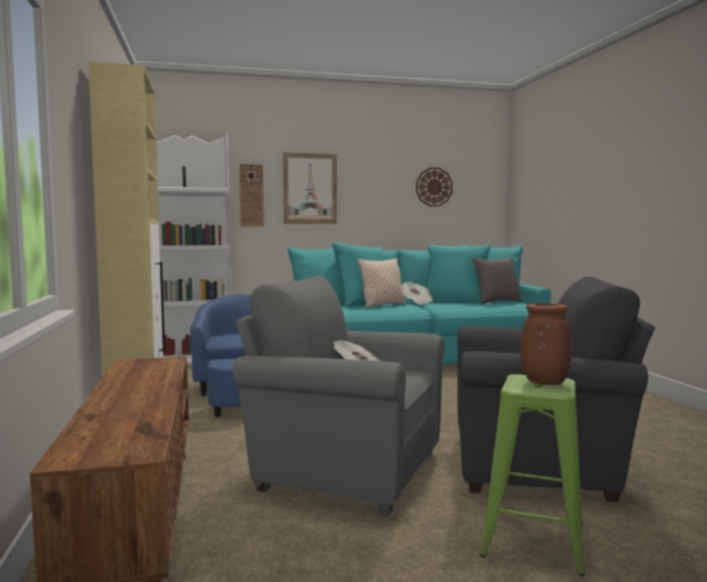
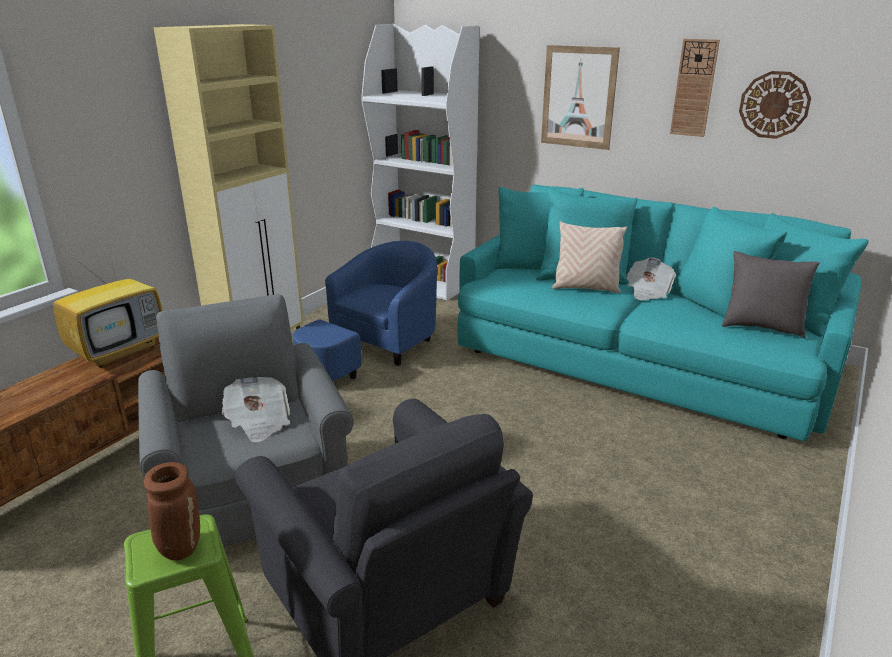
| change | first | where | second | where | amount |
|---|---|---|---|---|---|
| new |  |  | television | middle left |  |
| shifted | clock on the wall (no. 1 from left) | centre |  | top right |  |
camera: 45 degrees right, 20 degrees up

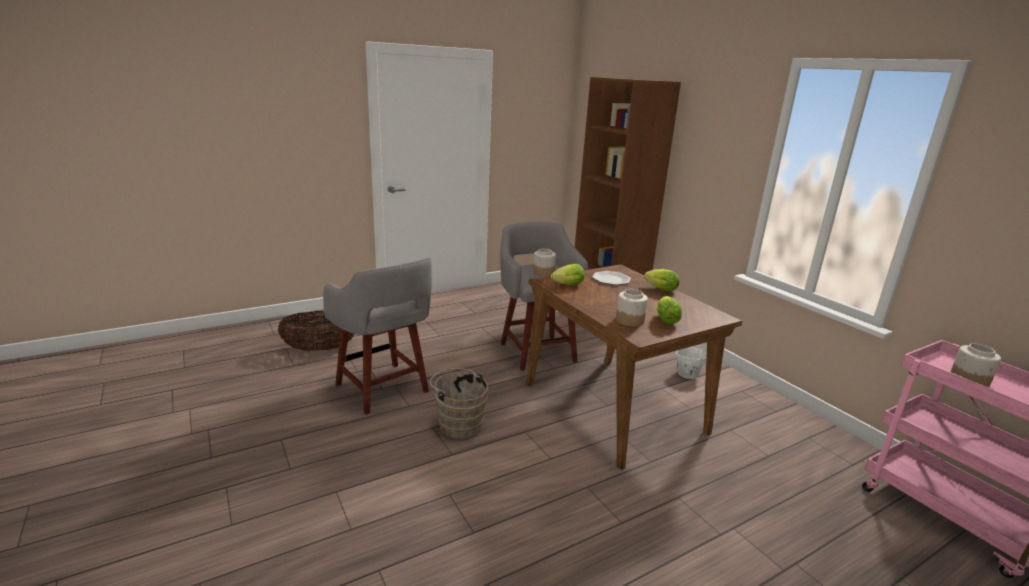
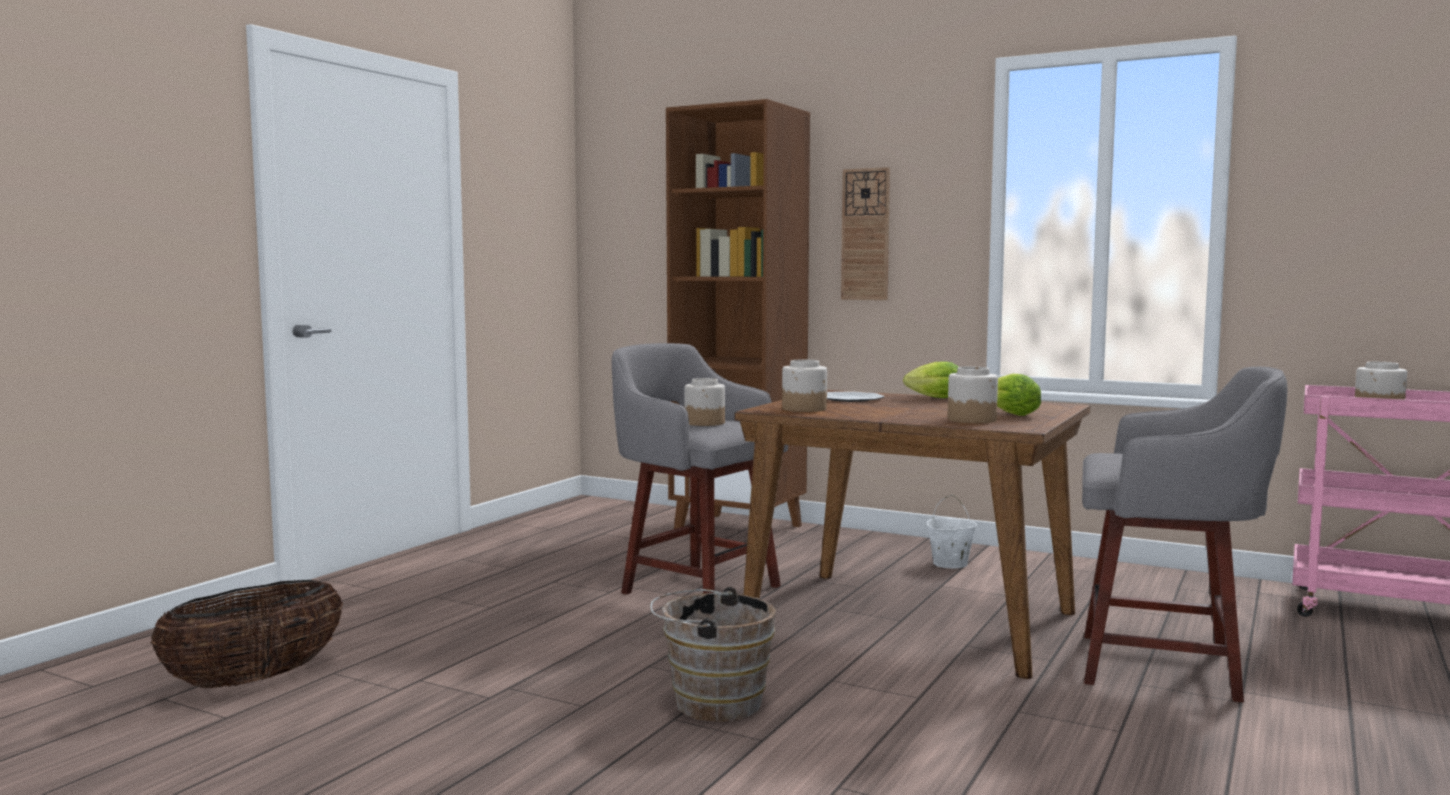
| change | first | where | second | where | amount |
|---|---|---|---|---|---|
| swapped | lettuce (no. 1 from left) | centre | jar (no. 2 from left) | centre |  |
| new |  |  | clock on the wall | top centre |  |
| shifted | greyish stool (no. 1 from left in the first image) | centre | greyish stool (no. 2 from left) | bottom right |  |
camera: 30 degrees left, 15 degrees down

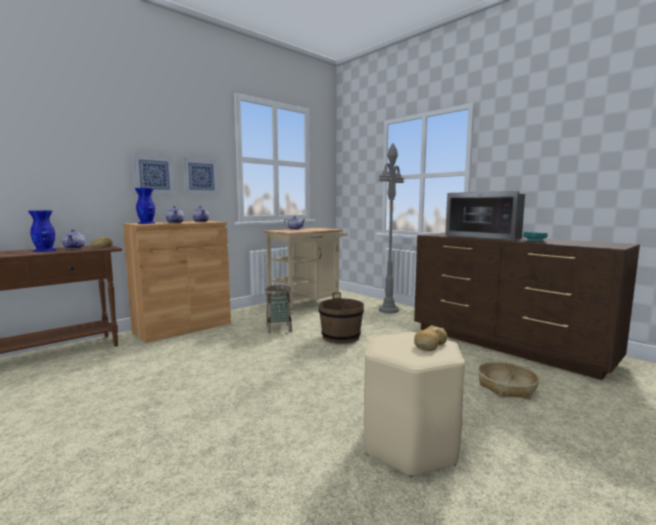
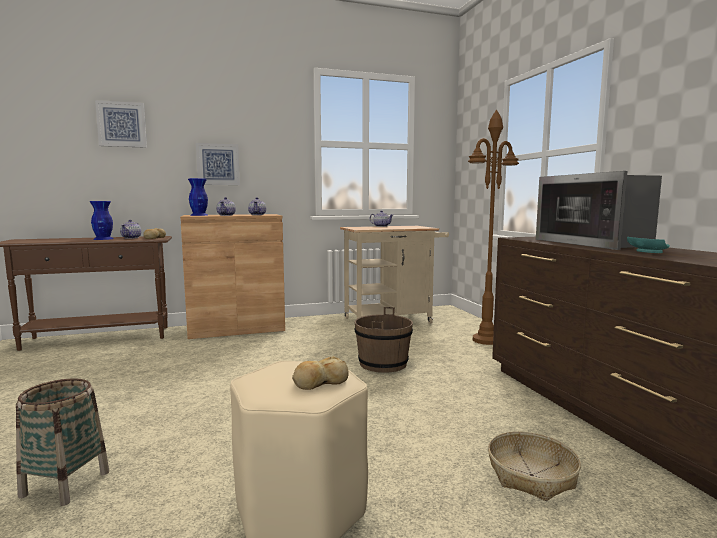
| change | first | where | second | where | amount |
|---|---|---|---|---|---|
| shifted | basket (no. 1 from left) | centre |  | bottom left |  |
| shifted | wall picture (no. 2 from left in the first image) | middle left | wall picture (no. 1 from left) | top left |  |
| repainted | greyish standing lamp | centre | brownish standing lamp | middle right |  |
camera: 25 degrees right, 0 degrees up

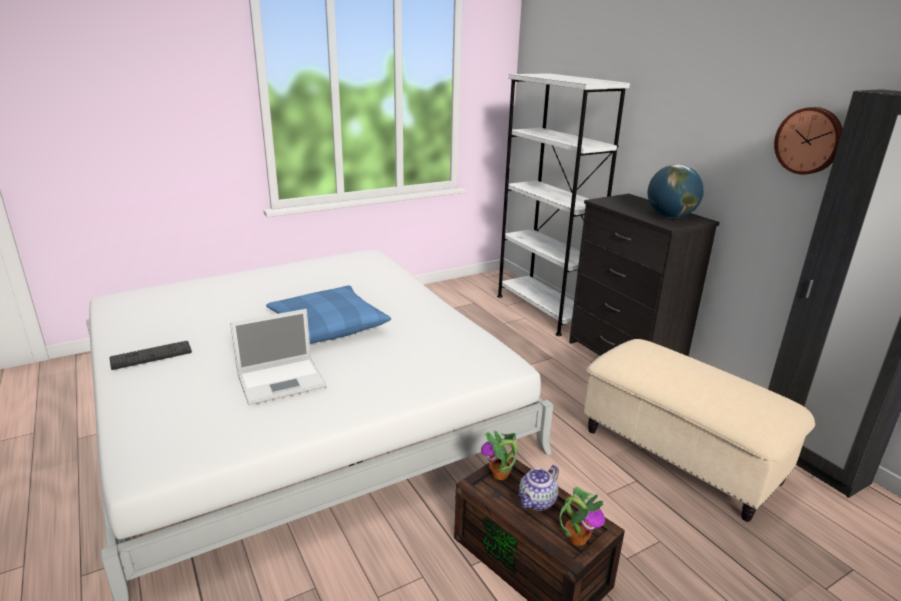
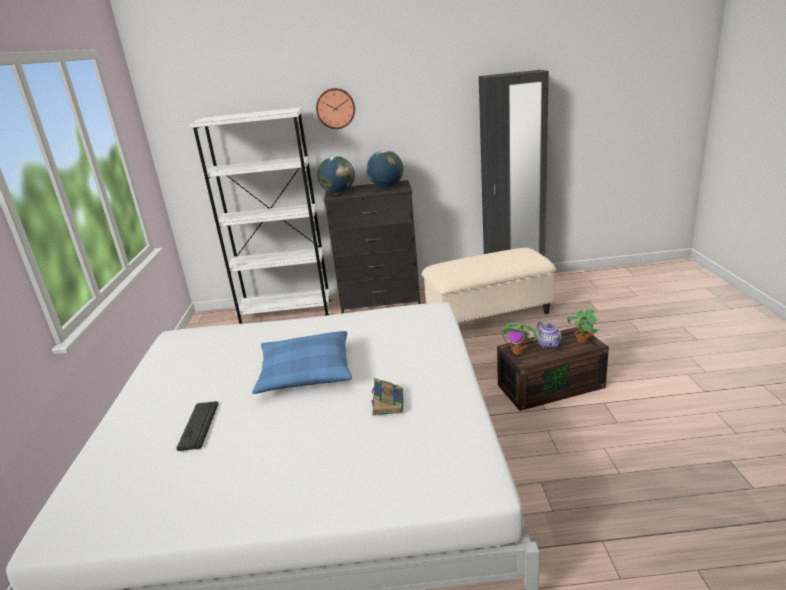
| change | first | where | second | where | amount |
|---|---|---|---|---|---|
| shifted | PC keyboard | middle left |  | bottom left |  |
| shifted | clock on the wall | top right |  | top centre |  |
| new |  |  | globe (no. 1 from left) | top centre |  |
| swapped | portable computer | middle left | bound book | bottom centre |  |
camera: 60 degrees left, 0 degrees up

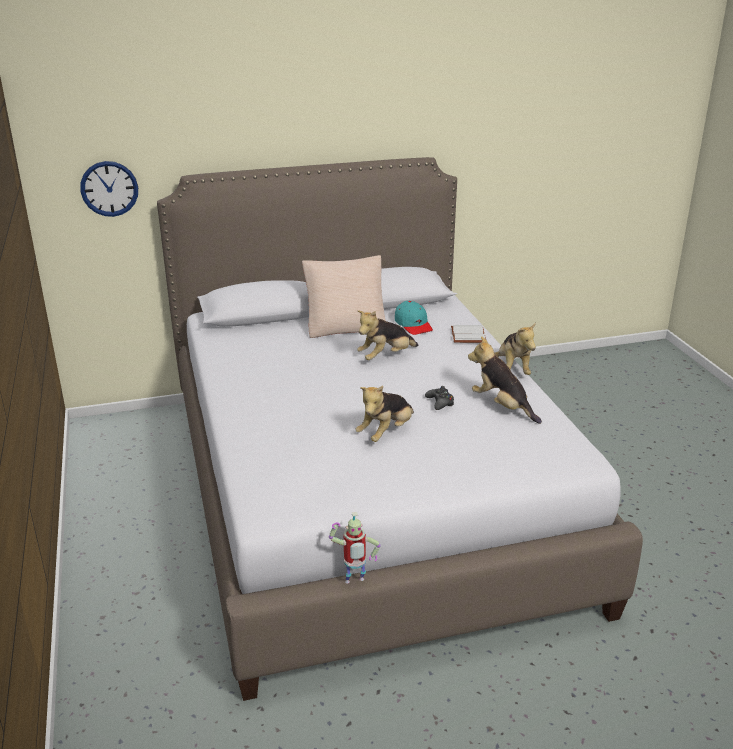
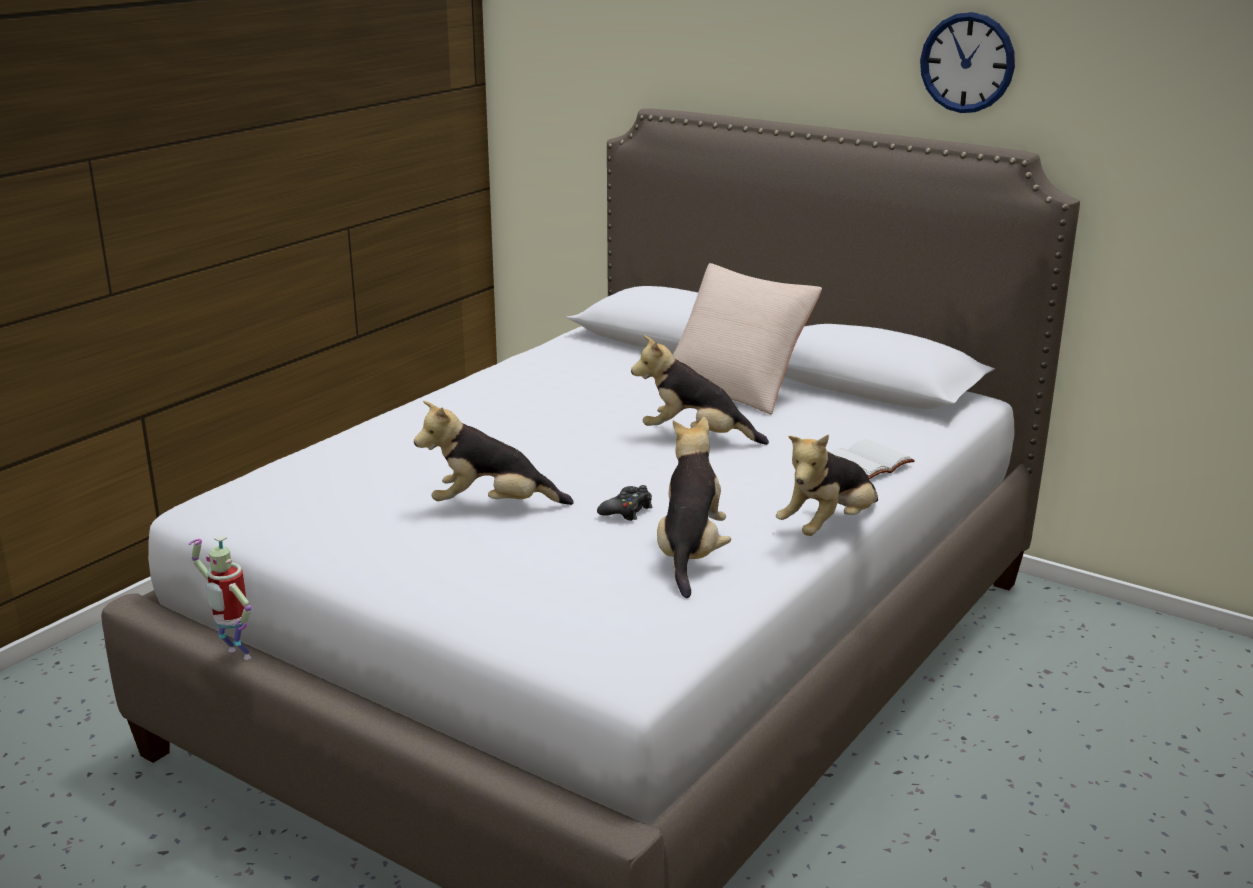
| change | first | where | second | where | amount |
|---|---|---|---|---|---|
| shifted | clock on the wall | top left |  | top right |  |
| gone | turquoise baseball cap | centre |  |  |  |
camera: 50 degrees right, 5 degrees down

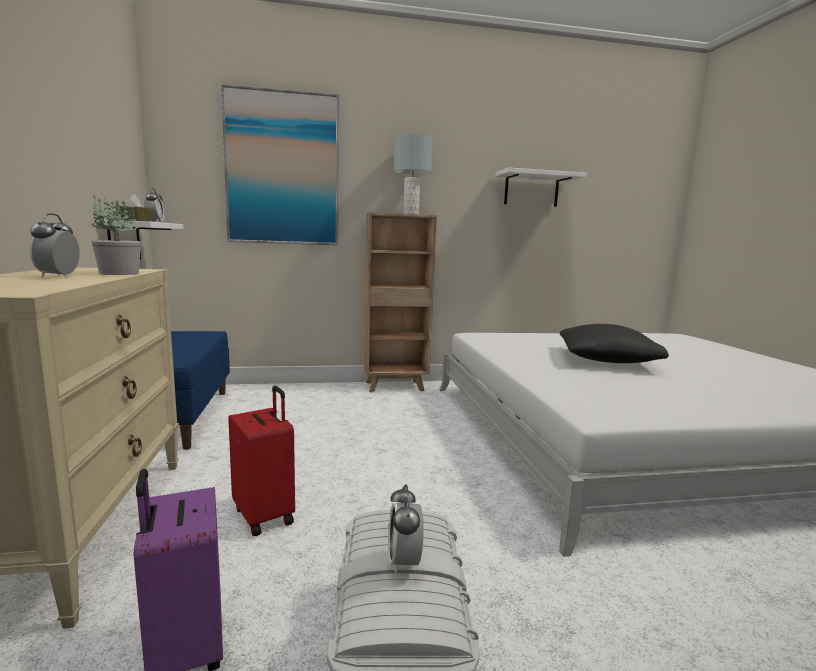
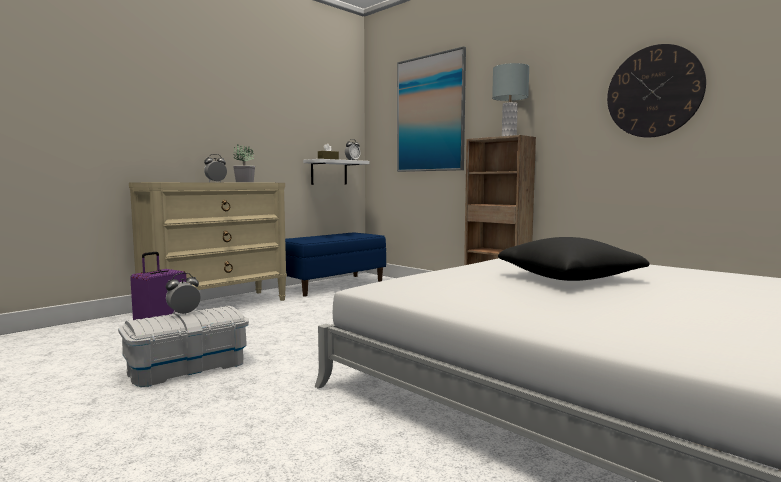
| change | first | where | second | where | amount |
|---|---|---|---|---|---|
| swapped | white-coloured bracket shelf (no. 2 from left) | top centre | clock on the wall | top right |  |
| gone | red-coloured piece of luggage | bottom left |  |  |  |
camera: 55 degrees right, 5 degrees down

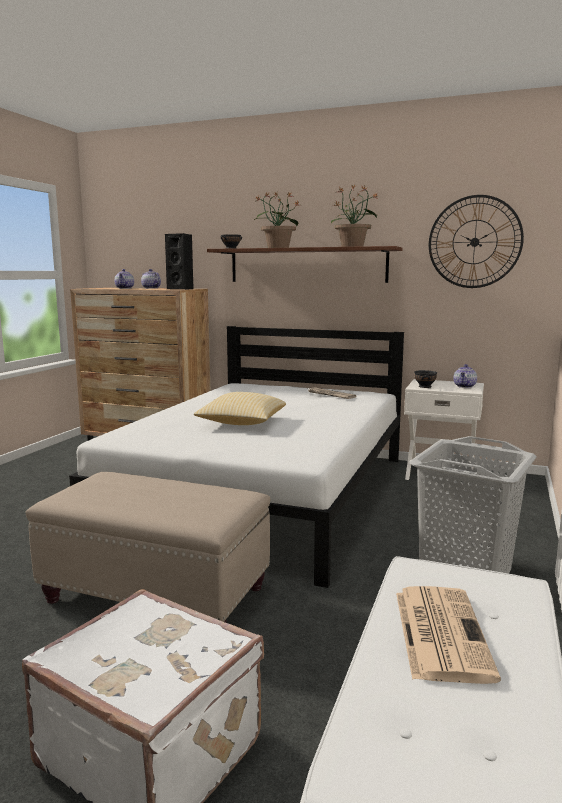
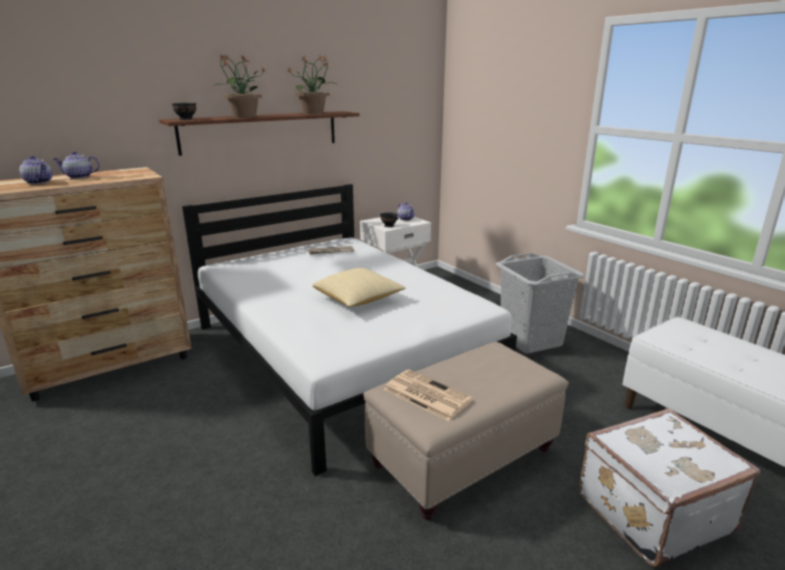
| change | first | where | second | where | amount |
|---|---|---|---|---|---|
| shifted | daily paper (no. 2 from left) | bottom right |  | bottom centre |  |
| gone | black speaker | top left |  |  |  |
| gone | clock on the wall | top right |  |  |  |
camera: 55 degrees left, 10 degrees up

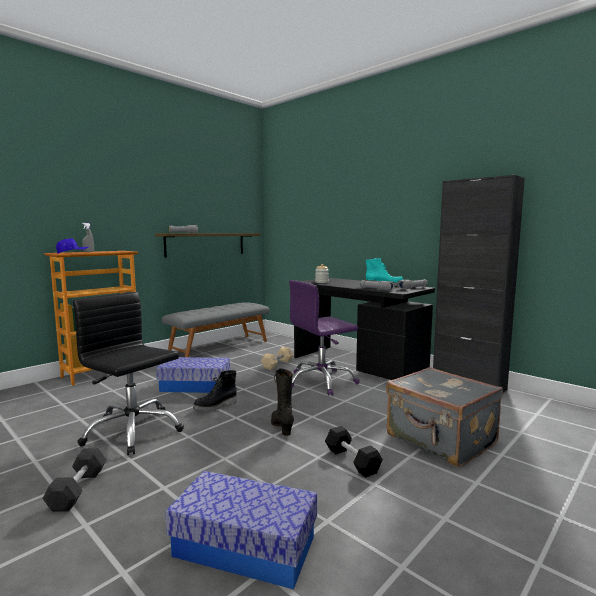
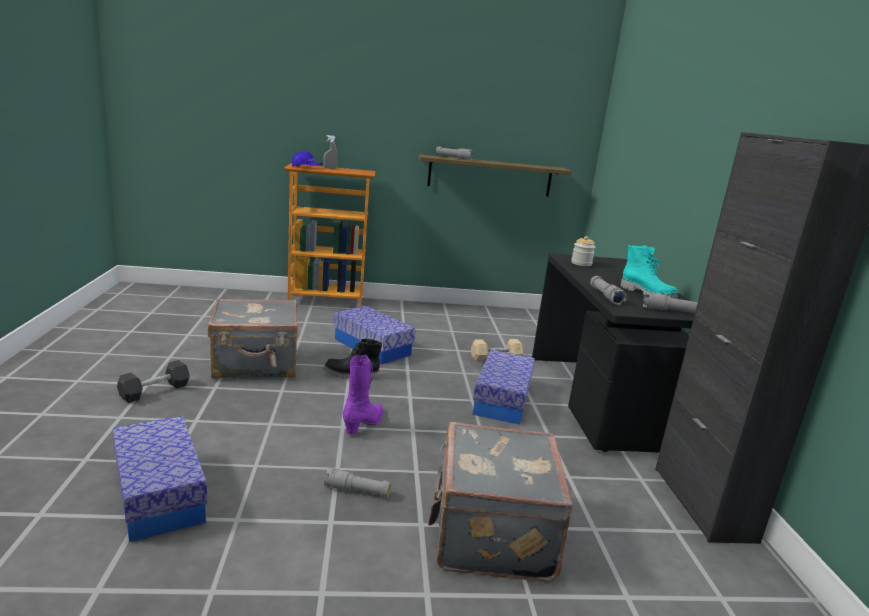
| change | first | where | second | where | amount |
|---|---|---|---|---|---|
| swapped | black desk chair | middle left | greyish piece of luggage (no. 1 from left) | middle left |  |
| swapped | black dumbbell (no. 2 from left) | bottom centre | greyish torch (no. 1 from left) | bottom centre |  |
| repainted | black boot (no. 2 from left) | bottom centre | purple boot | centre |  |
| swapped | purple desk chair | centre | storage bin (no. 3 from left) | centre |  |
| gone | greyish bench | centre |  |  |  |
camera: 40 degrees right, 10 degrees up

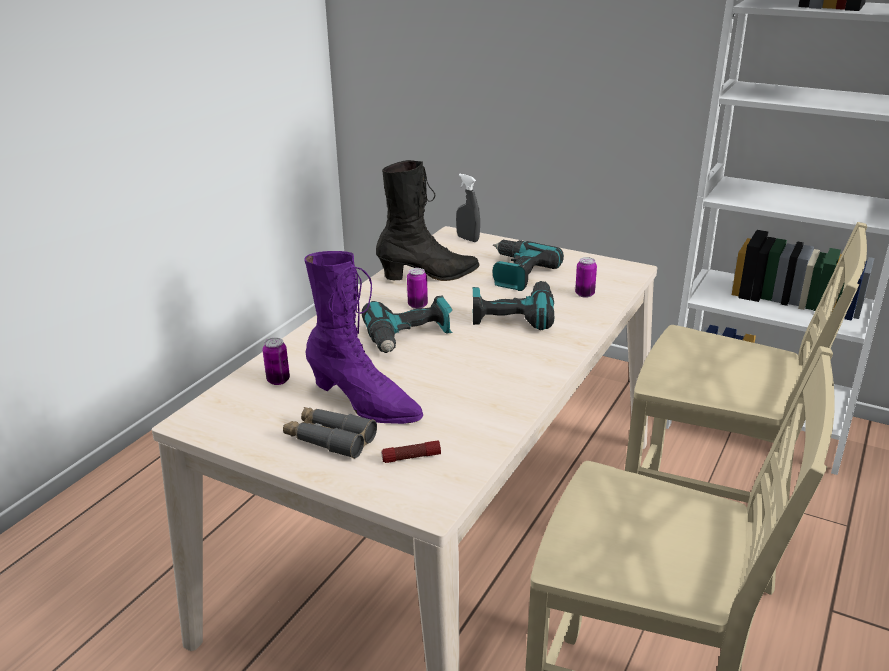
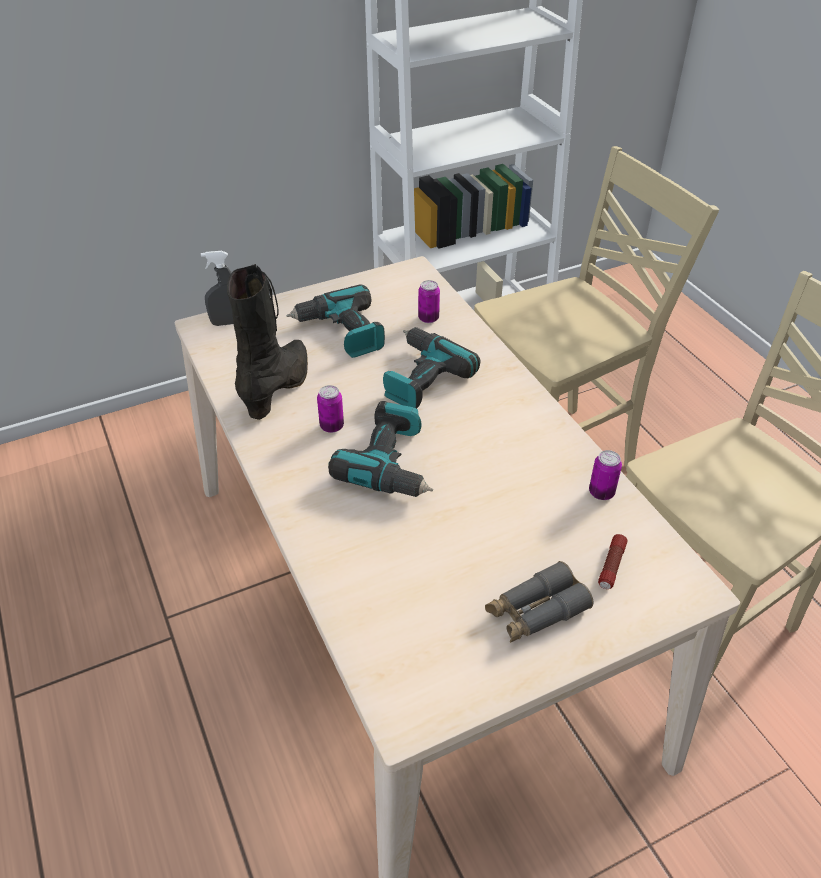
| change | first | where | second | where | amount |
|---|---|---|---|---|---|
| shifted | sealed can (no. 1 from left in the first image) | middle left | sealed can (no. 3 from left) | middle right |  |
| gone | purple boot | centre |  |  |  |
camera: 55 degrees left, 15 degrees up

